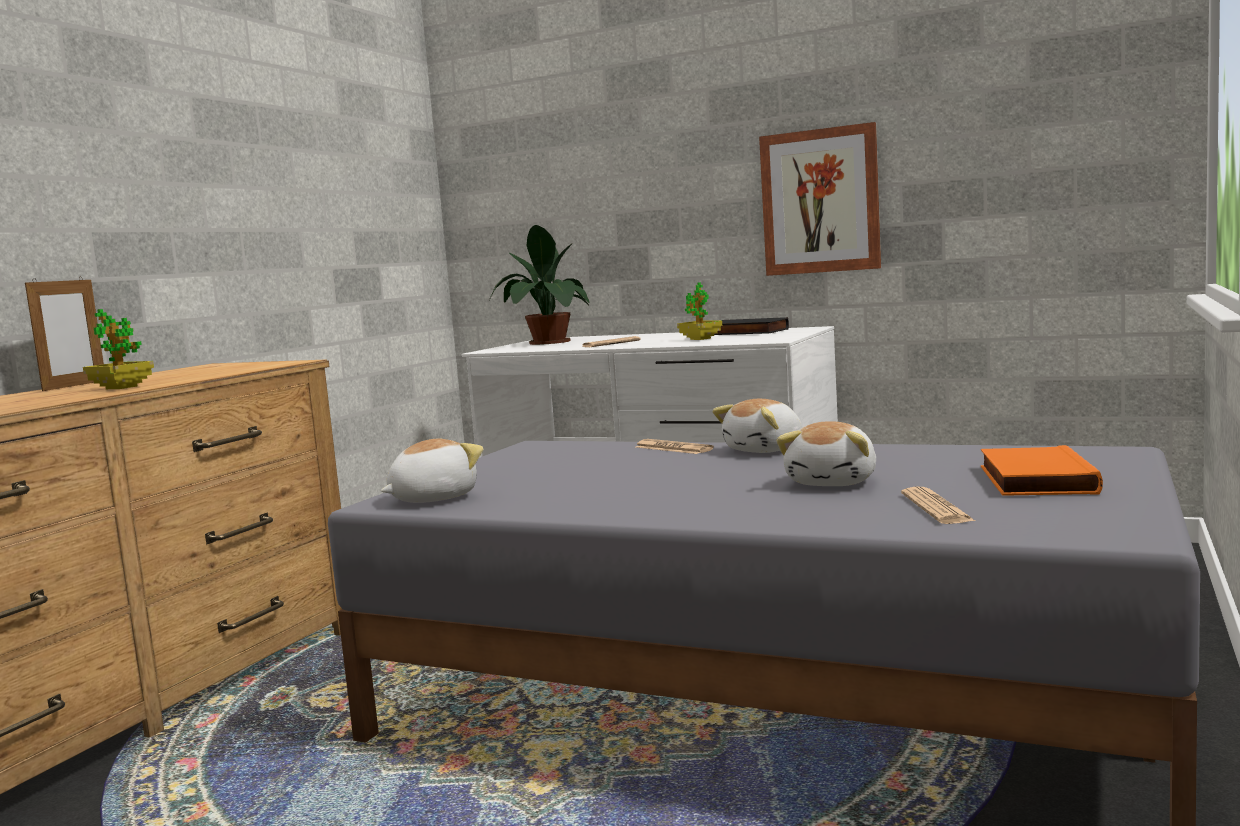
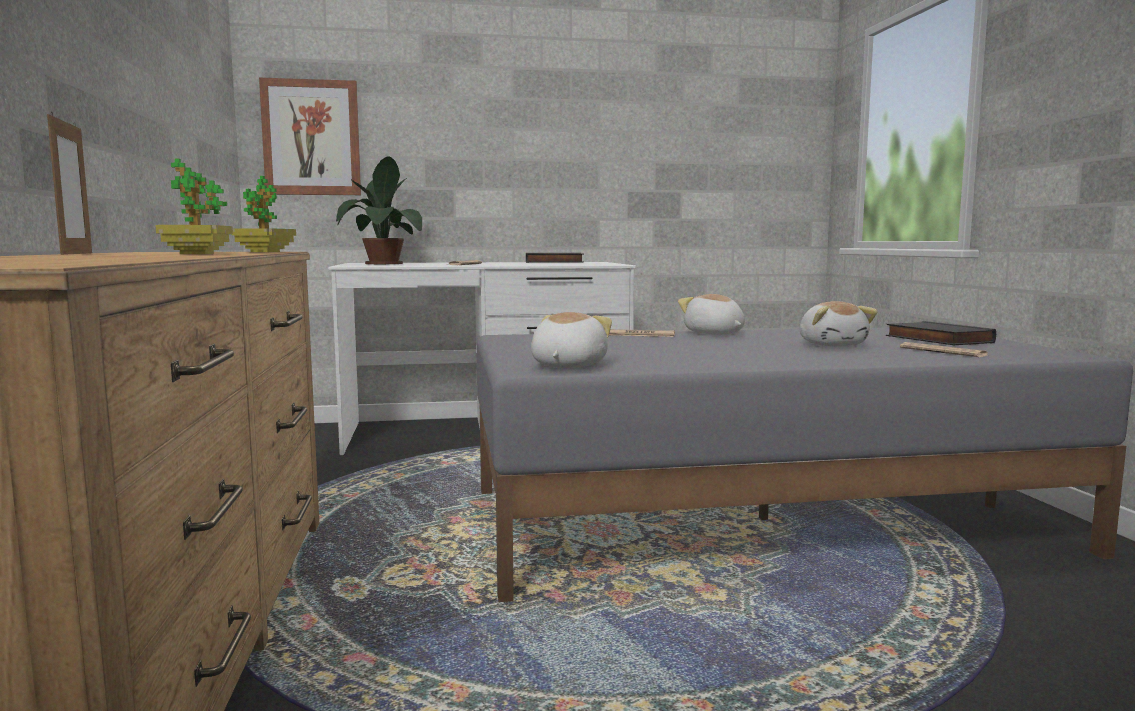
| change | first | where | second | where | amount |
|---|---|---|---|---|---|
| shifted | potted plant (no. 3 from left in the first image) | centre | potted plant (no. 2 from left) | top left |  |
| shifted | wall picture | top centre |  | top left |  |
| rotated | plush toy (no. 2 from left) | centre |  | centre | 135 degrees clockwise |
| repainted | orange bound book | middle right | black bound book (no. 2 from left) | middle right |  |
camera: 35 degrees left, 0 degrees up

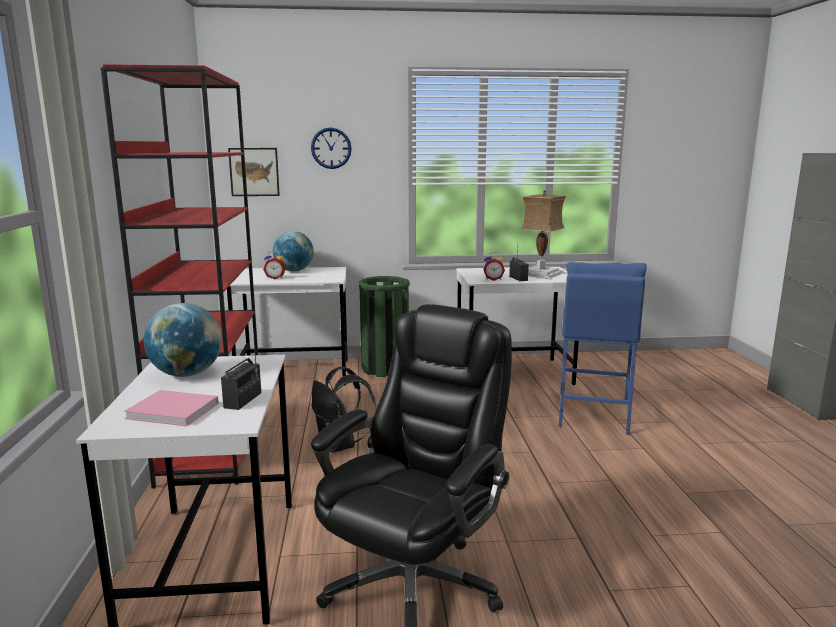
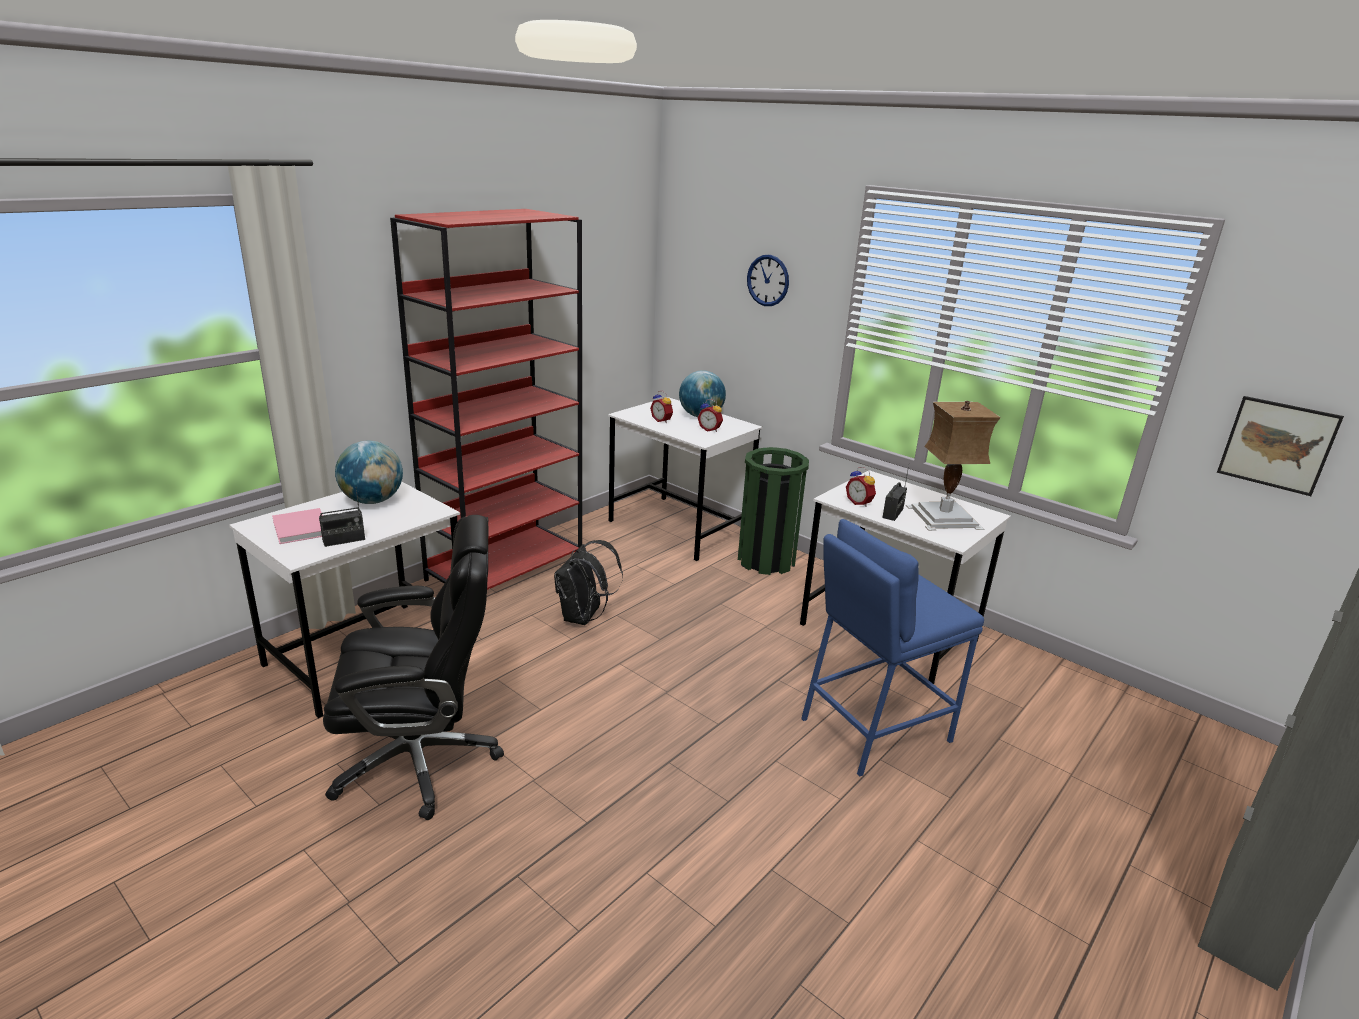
| change | first | where | second | where | amount |
|---|---|---|---|---|---|
| new |  |  | bedside clock (no. 2 from left) | centre |  |
| shifted | wall picture | top left |  | middle right |  |
camera: 45 degrees right, 10 degrees up

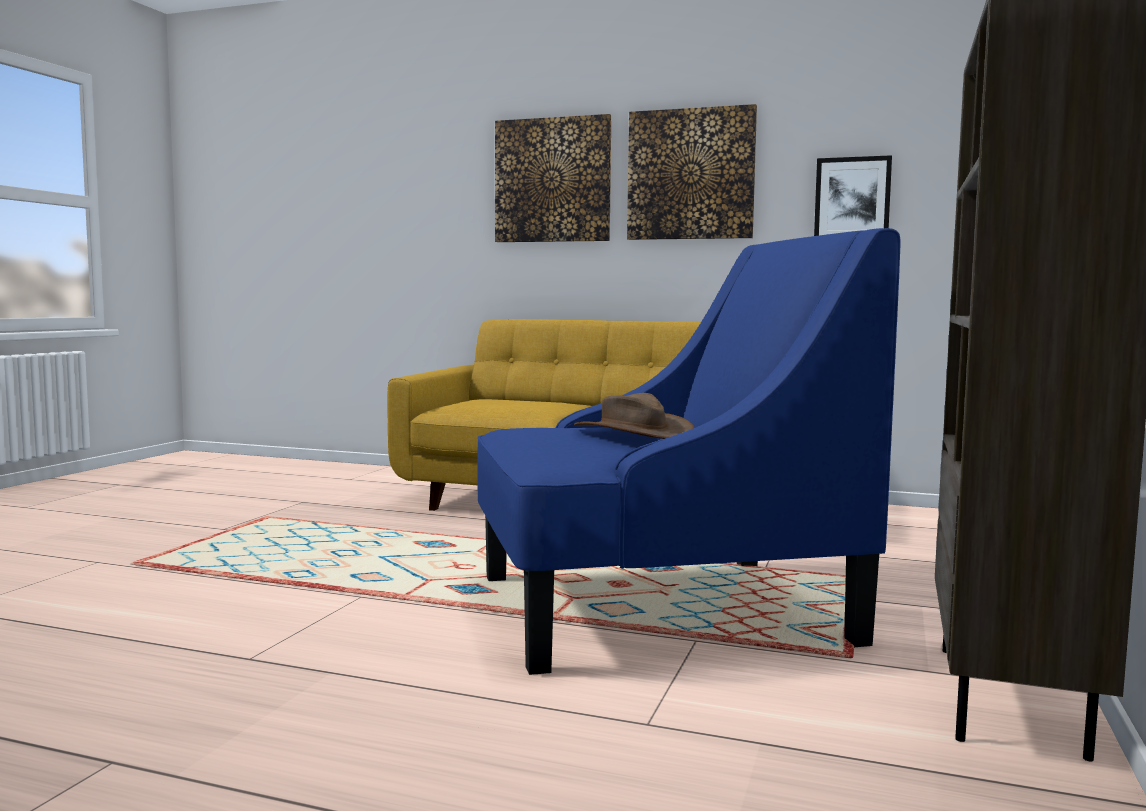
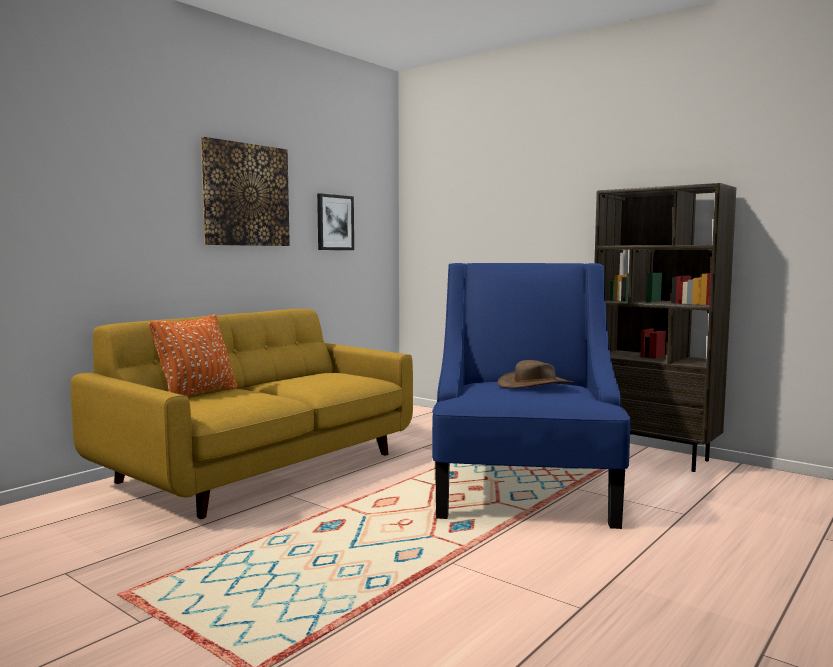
| change | first | where | second | where | amount |
|---|---|---|---|---|---|
| new |  |  | orange pillow | middle left |  |
| gone | wall picture (no. 1 from left) | top centre |  |  |  |
camera: 70 degrees left, 0 degrees up

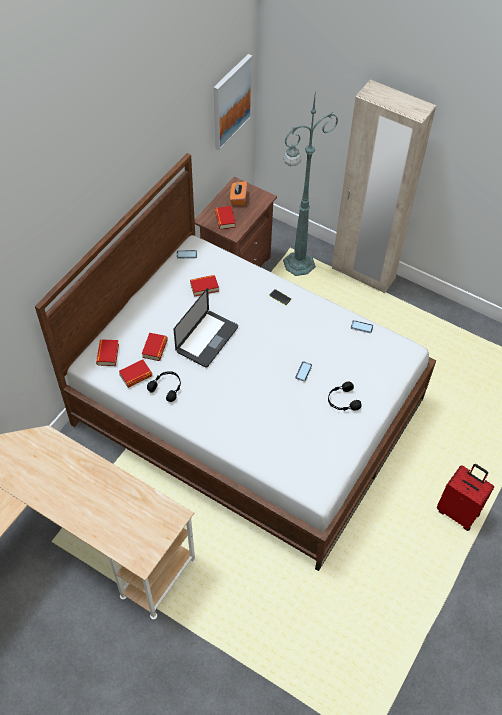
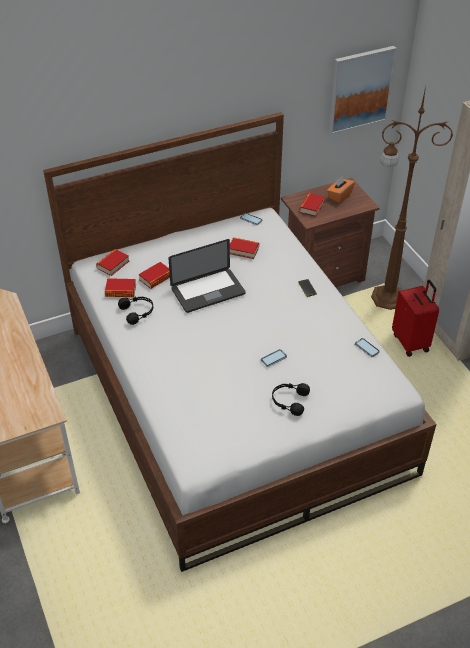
| change | first | where | second | where | amount |
|---|---|---|---|---|---|
| repainted | green standing lamp | top centre | brownish standing lamp | top right |  |
| shifted | red-coloured piece of luggage | bottom right |  | middle right |  |
camera: 35 degrees right, 10 degrees down

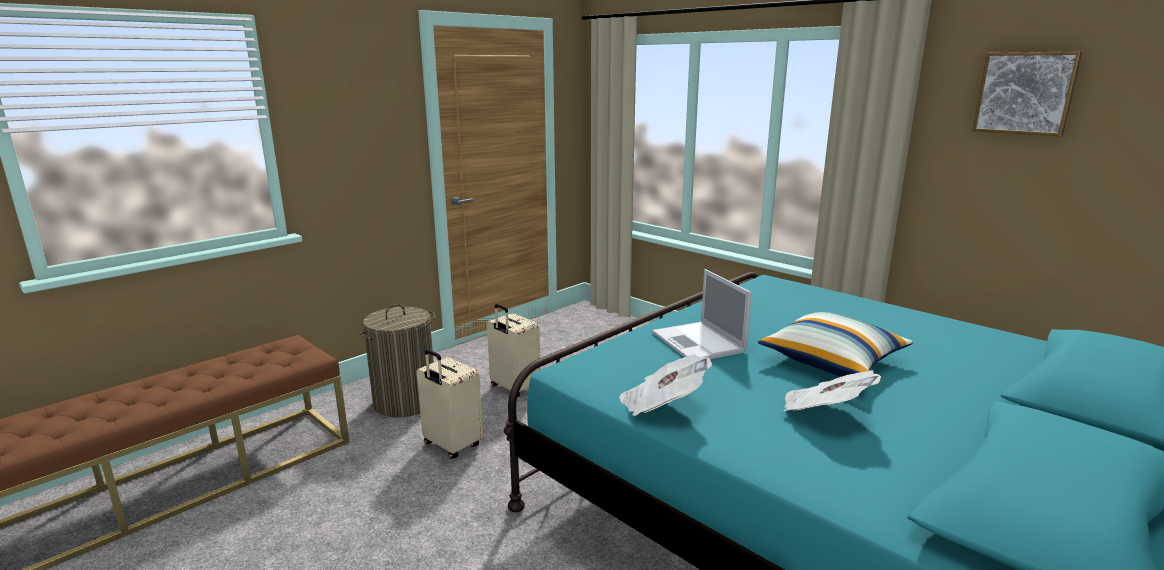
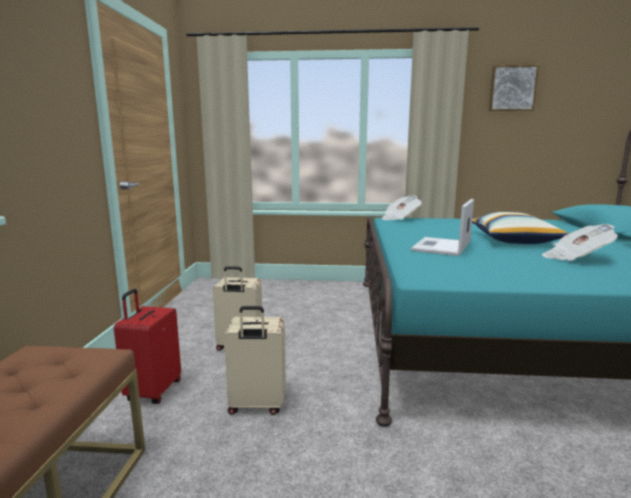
| change | first | where | second | where | amount |
|---|---|---|---|---|---|
| swapped | washing basket | centre | red-coloured piece of luggage | bottom left |  |
| shifted | daily paper (no. 1 from left) | bottom centre |  | centre |  |
| rotated | portable computer | centre |  | middle right | 90 degrees clockwise |
camera: 40 degrees left, 5 degrees down

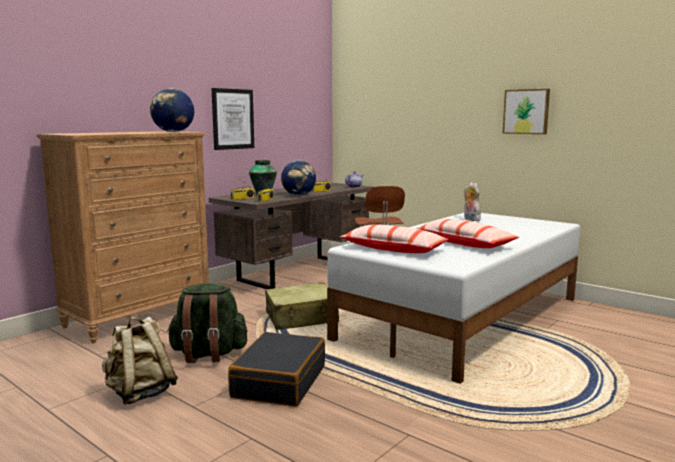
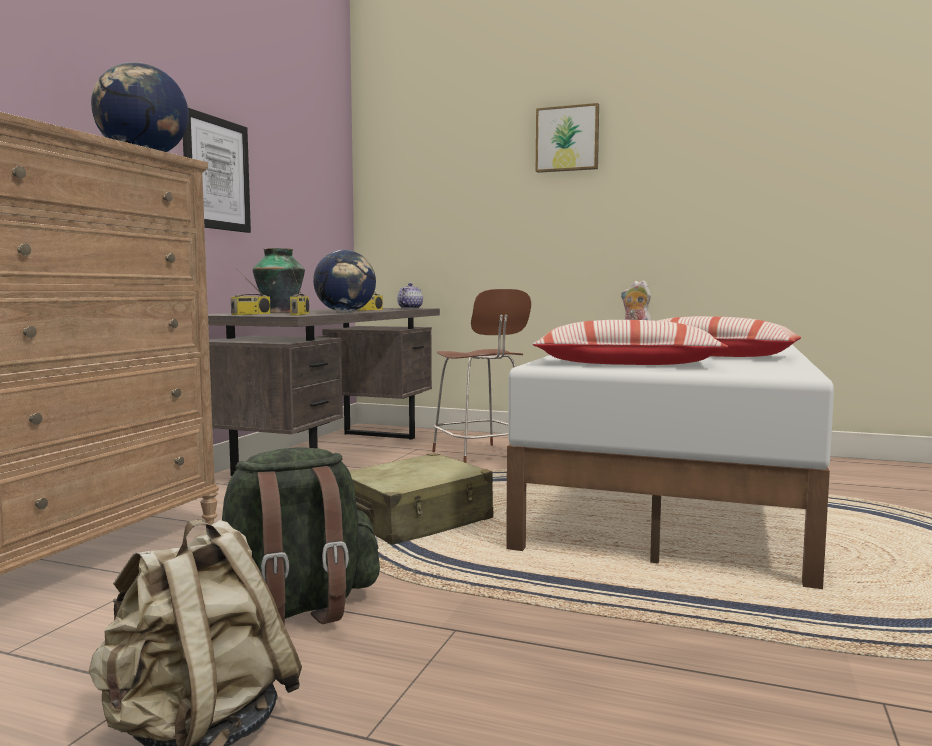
| change | first | where | second | where | amount |
|---|---|---|---|---|---|
| shifted | wall picture (no. 2 from left) | top right |  | top centre |  |
| gone | black piece of luggage | bottom centre |  |  |  |
camera: 20 degrees left, 5 degrees down

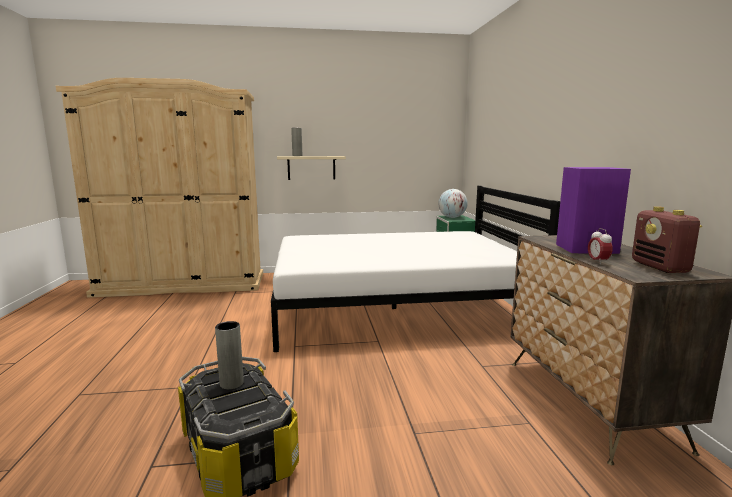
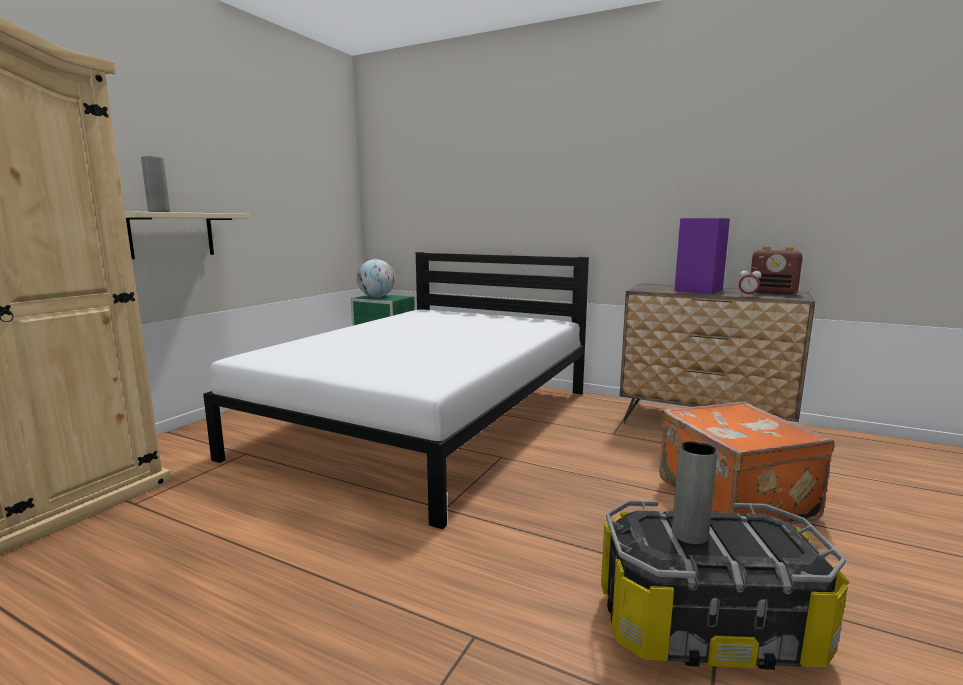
| change | first | where | second | where | amount |
|---|---|---|---|---|---|
| new |  |  | orange piece of luggage | bottom right |  |
camera: 55 degrees left, 0 degrees up

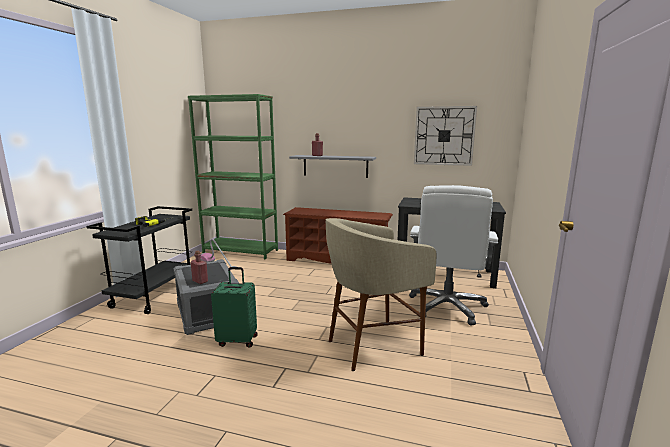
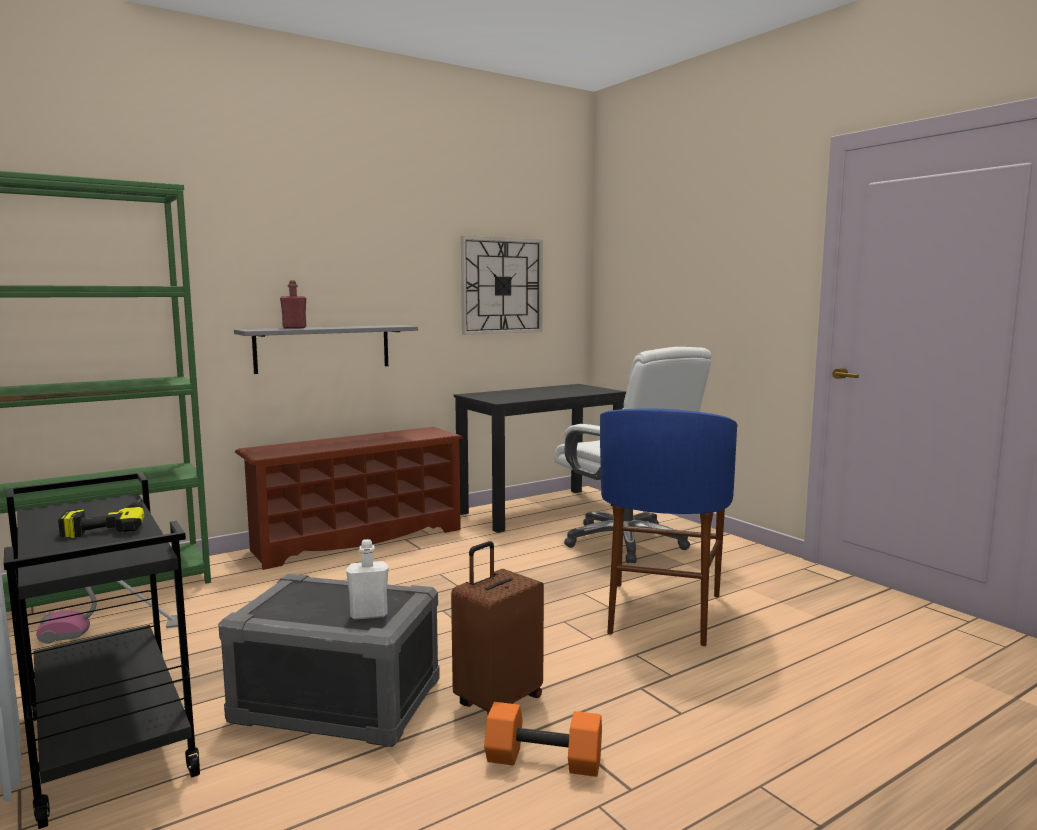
| change | first | where | second | where | amount |
|---|---|---|---|---|---|
| repainted | red-coloured bottle (no. 1 from left) | middle left | white-coloured bottle | bottom centre |  |
| repainted | green piece of luggage | bottom centre | brownish piece of luggage | bottom centre |  |
| new |  |  | orange dumbbell | bottom centre |  |
| repainted | beige stool | centre | blue stool | centre |  |
camera: 50 degrees left, 5 degrees down

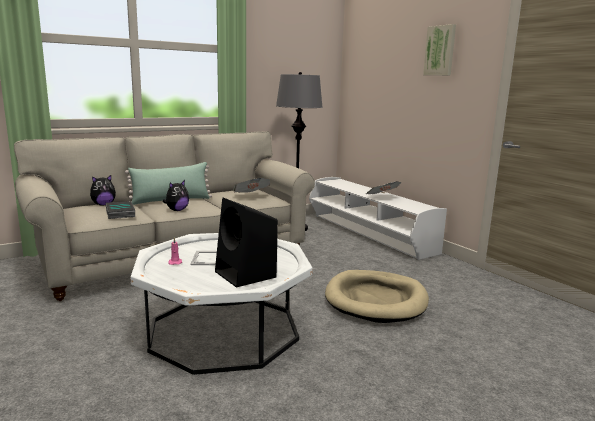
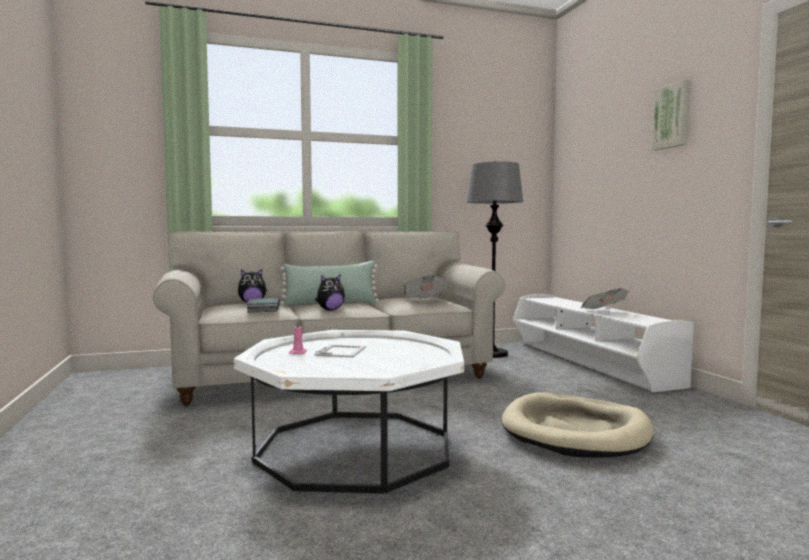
| change | first | where | second | where | amount |
|---|---|---|---|---|---|
| gone | black speaker | centre |  |  |  |
camera: 15 degrees right, 10 degrees down

